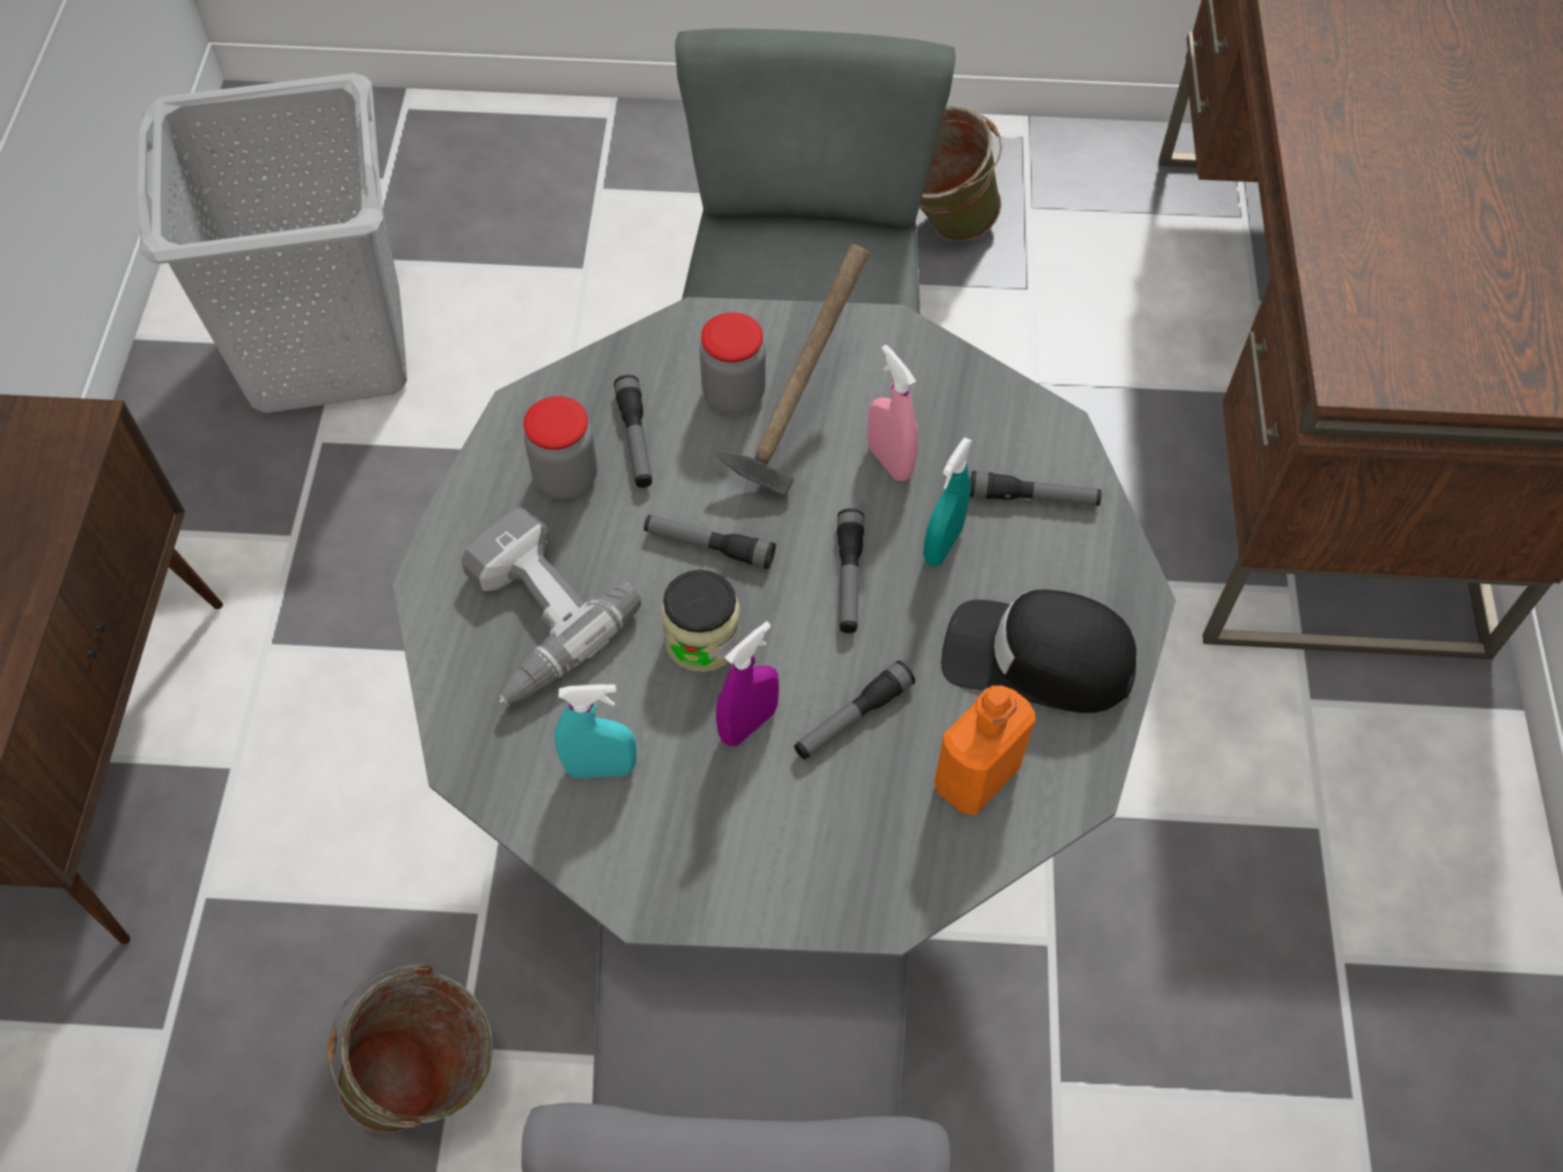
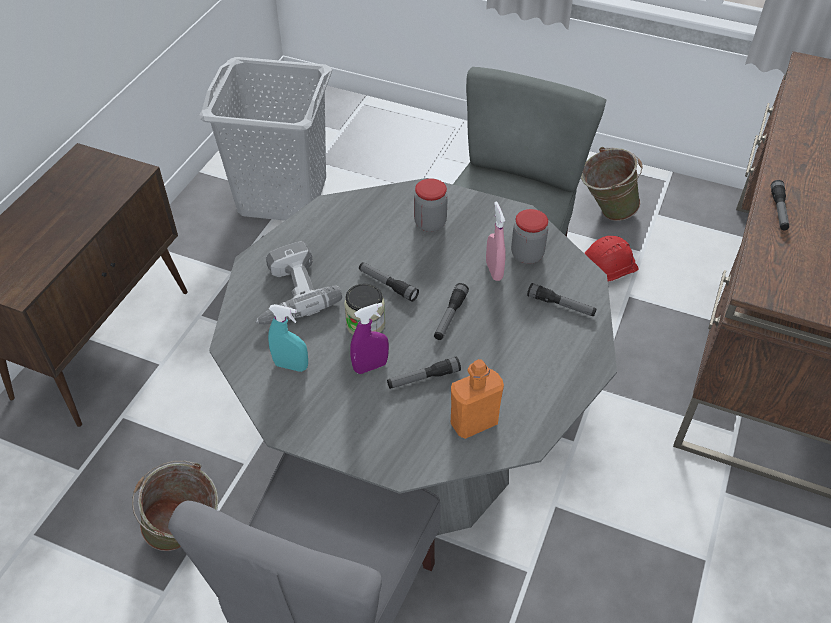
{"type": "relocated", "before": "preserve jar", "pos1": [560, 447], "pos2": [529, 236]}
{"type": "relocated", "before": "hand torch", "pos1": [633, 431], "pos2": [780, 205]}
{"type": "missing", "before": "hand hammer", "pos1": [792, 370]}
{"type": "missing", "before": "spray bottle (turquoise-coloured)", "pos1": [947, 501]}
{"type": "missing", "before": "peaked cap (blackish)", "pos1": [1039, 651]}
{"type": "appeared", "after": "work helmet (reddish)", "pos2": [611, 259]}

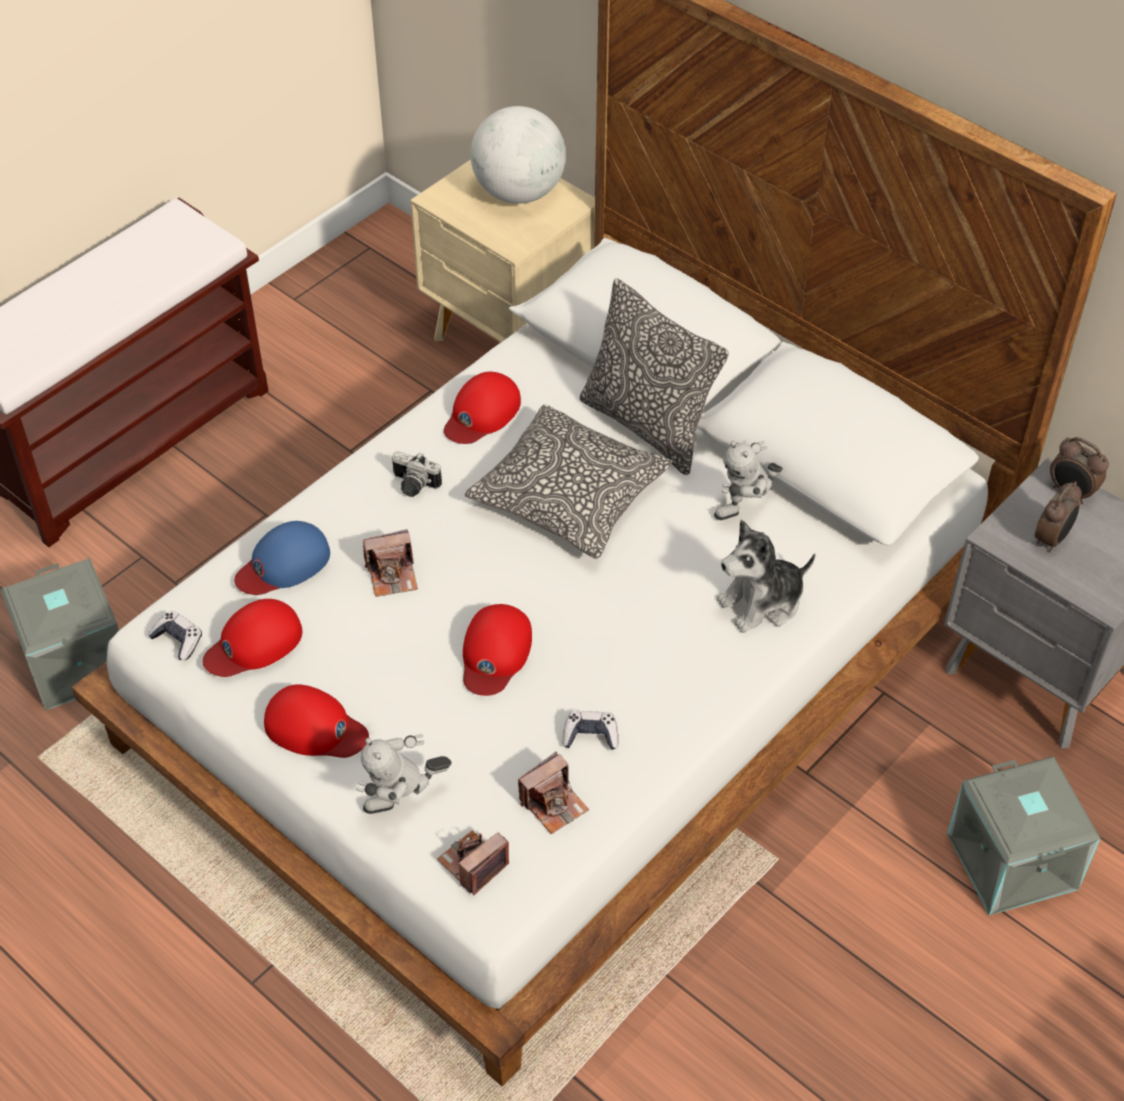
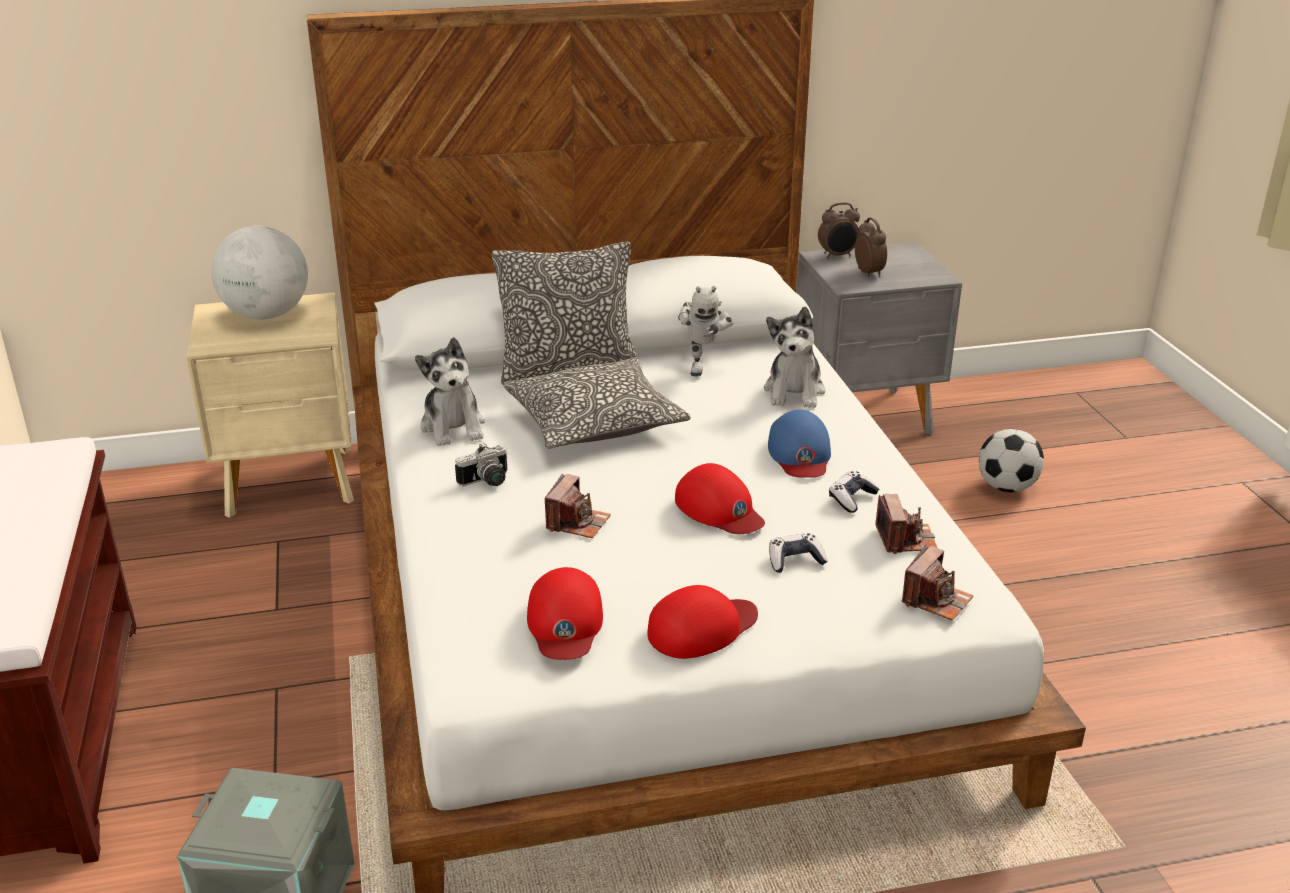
{"type": "relocated", "before": "joypad", "pos1": [175, 636], "pos2": [798, 553]}
{"type": "relocated", "before": "peaked cap (blue-coloured)", "pos1": [282, 558], "pos2": [799, 444]}
{"type": "missing", "before": "model robot", "pos1": [404, 774]}
{"type": "spun", "before": "photo camera", "pos1": [473, 863], "pos2": [937, 583], "turn": -135}
{"type": "exchanged", "before": "peaked cap (reddish)", "after": "soft toy", "pos1": [482, 408], "pos2": [450, 391]}
{"type": "exchanged", "before": "storage bin (greyish)", "after": "football", "pos1": [1024, 835], "pos2": [1011, 460]}

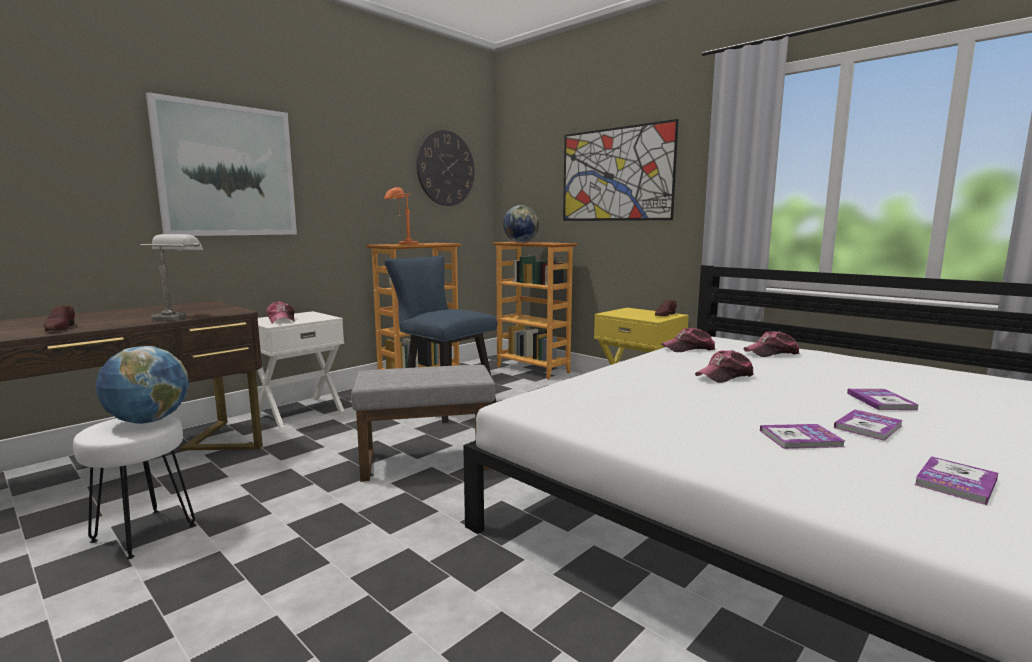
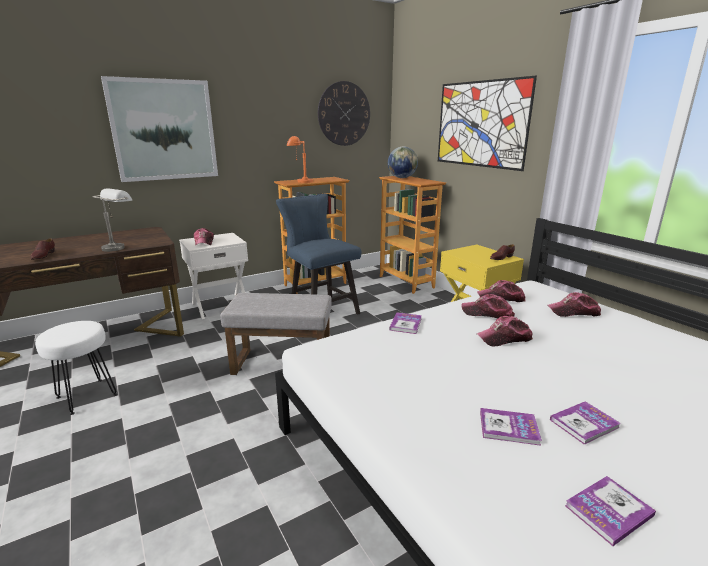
{"type": "missing", "before": "world globe", "pos1": [142, 385]}
{"type": "relocated", "before": "volume", "pos1": [883, 399], "pos2": [405, 323]}
{"type": "appeared", "after": "peaked cap", "pos2": [488, 306]}

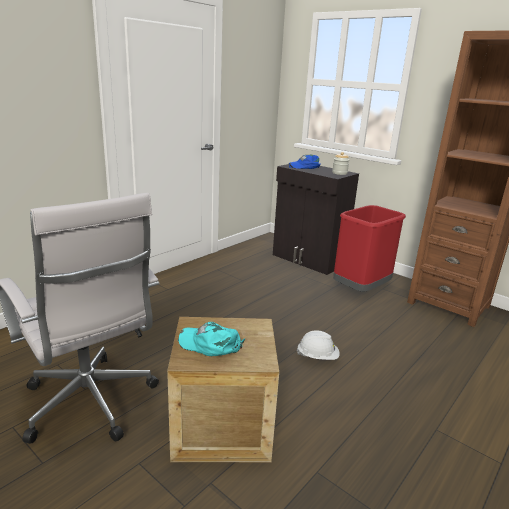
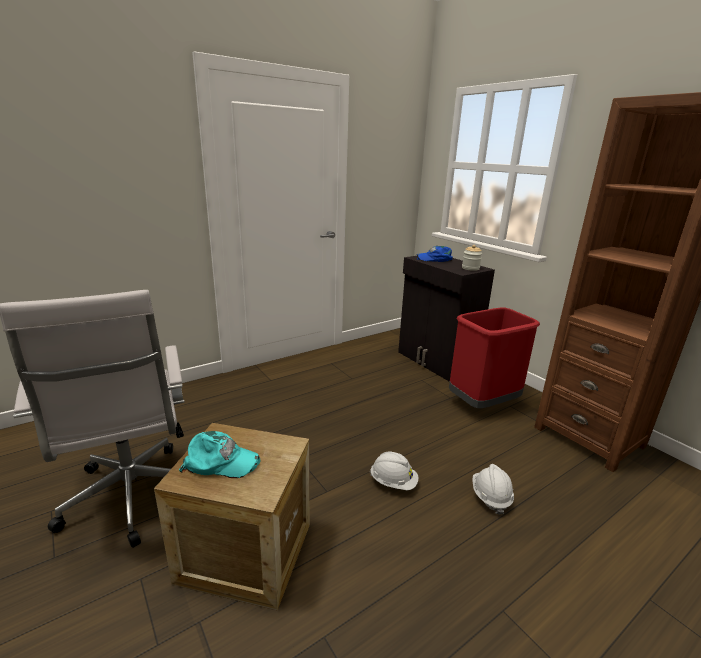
{"type": "spun", "before": "peaked cap (turquoise-coloured)", "pos1": [211, 339], "pos2": [220, 454], "turn": 150}
{"type": "appeared", "after": "work helmet (white)", "pos2": [493, 489]}

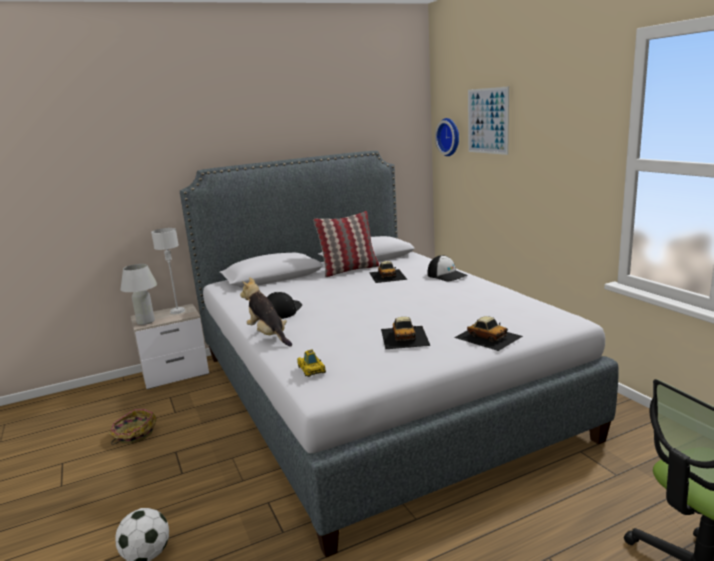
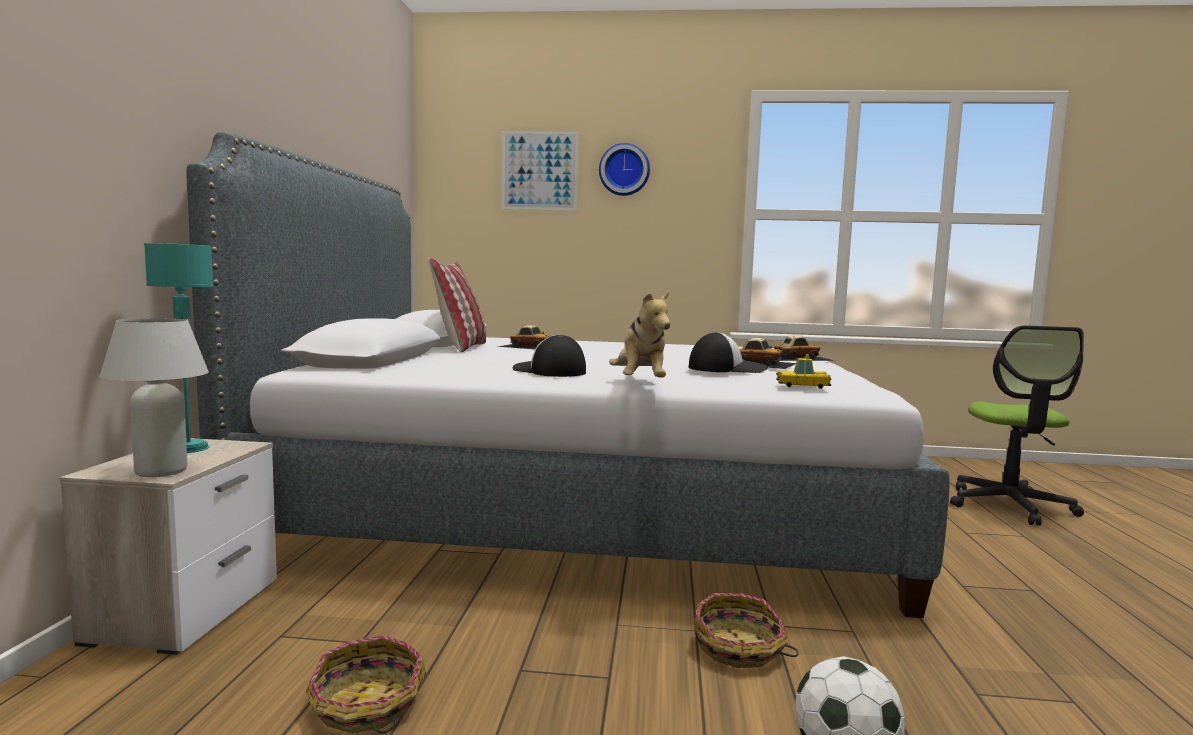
{"type": "colour", "before": "tabletop lamp (greyish)", "after": "tabletop lamp (turquoise-coloured)", "pos1": [168, 271], "pos2": [178, 348]}
{"type": "spun", "before": "soft toy", "pos1": [266, 312], "pos2": [639, 334], "turn": -90}
{"type": "relocated", "before": "peaked cap", "pos1": [448, 268], "pos2": [728, 352]}
{"type": "relocated", "before": "hanging clock", "pos1": [447, 137], "pos2": [624, 169]}
{"type": "appeared", "after": "basket", "pos2": [746, 630]}

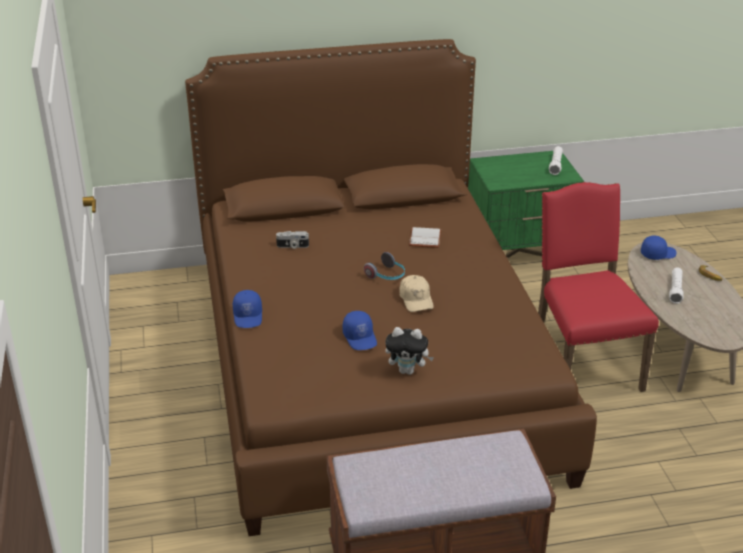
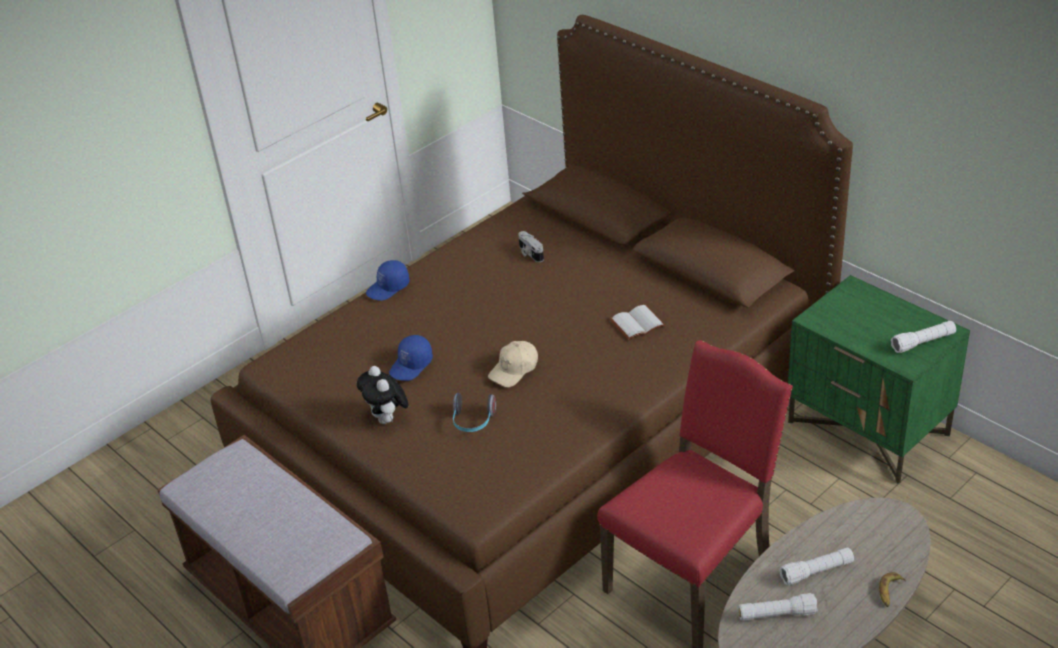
{"type": "relocated", "before": "headset", "pos1": [384, 266], "pos2": [474, 412]}
{"type": "missing", "before": "peaked cap (blue-coloured)", "pos1": [659, 248]}
{"type": "appeared", "after": "hand torch (white)", "pos2": [778, 607]}

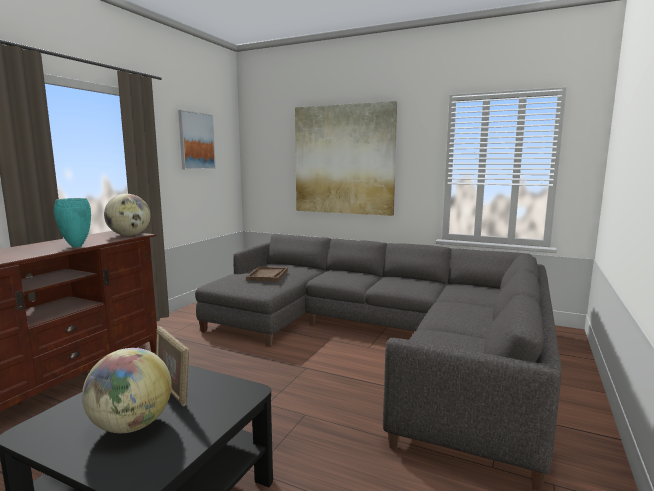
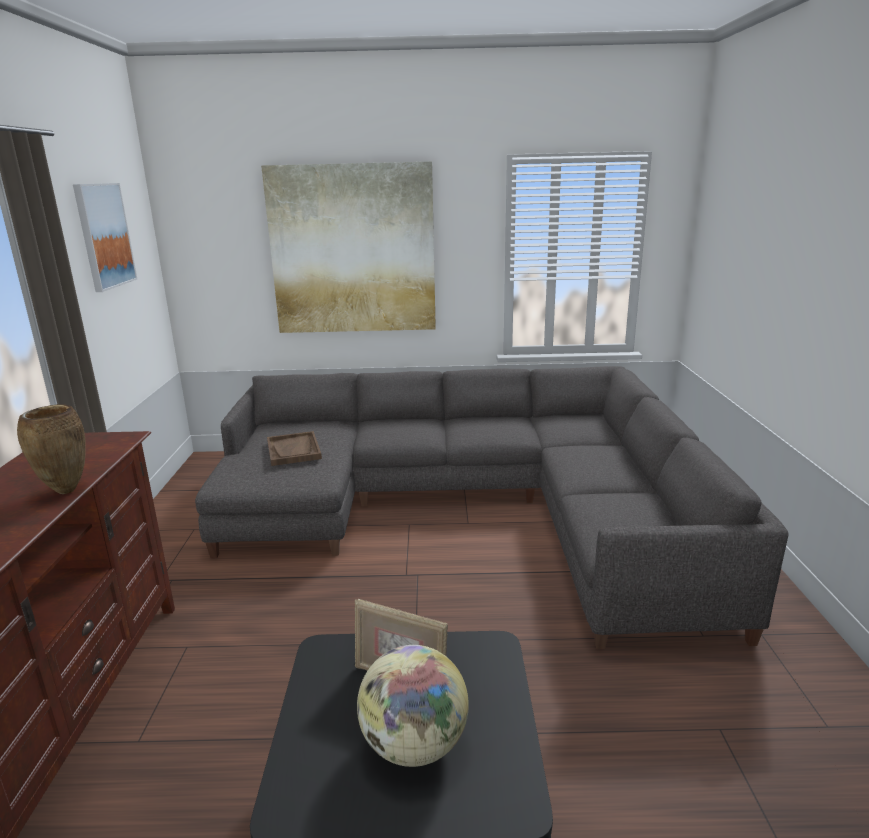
{"type": "colour", "before": "flower vase (turquoise-coloured)", "after": "flower vase (brownish)", "pos1": [72, 222], "pos2": [51, 449]}
{"type": "missing", "before": "world globe", "pos1": [127, 215]}

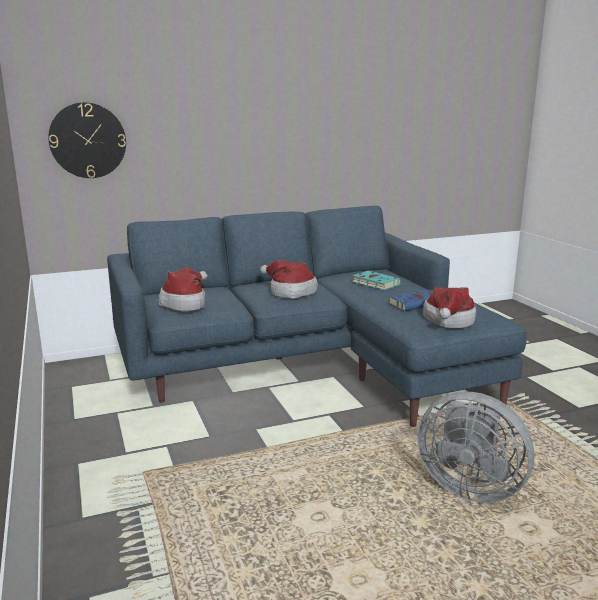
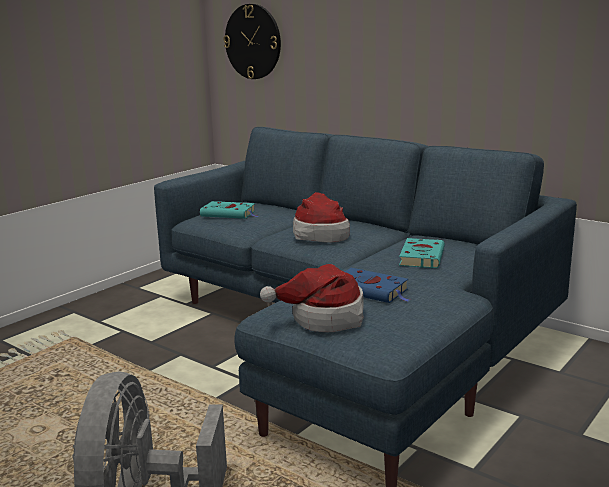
{"type": "exchanged", "before": "wearable hat", "after": "volume (turquoise-coloured)", "pos1": [183, 289], "pos2": [229, 210]}

